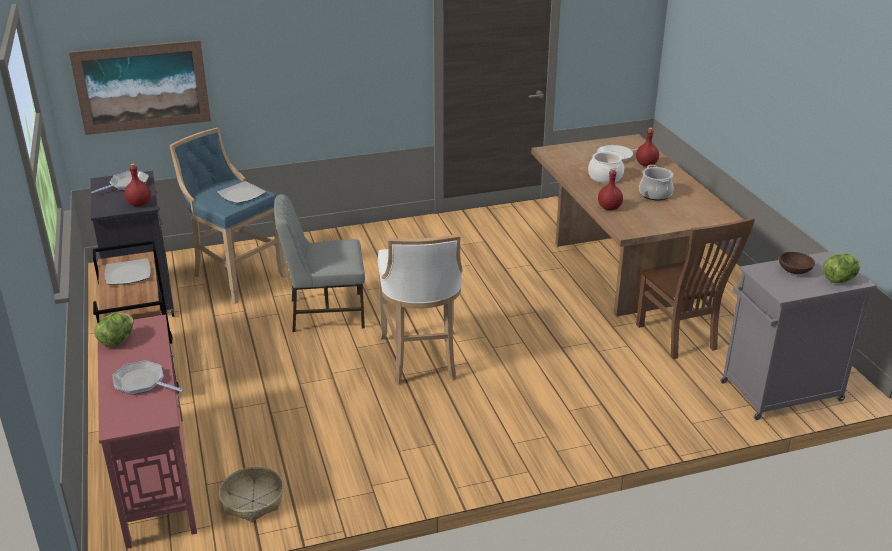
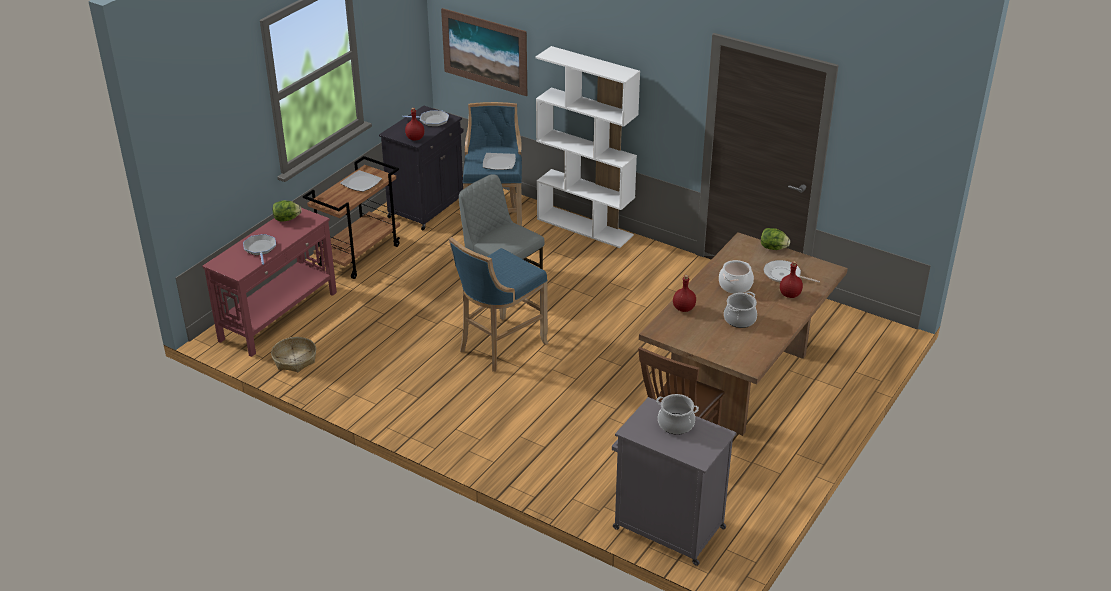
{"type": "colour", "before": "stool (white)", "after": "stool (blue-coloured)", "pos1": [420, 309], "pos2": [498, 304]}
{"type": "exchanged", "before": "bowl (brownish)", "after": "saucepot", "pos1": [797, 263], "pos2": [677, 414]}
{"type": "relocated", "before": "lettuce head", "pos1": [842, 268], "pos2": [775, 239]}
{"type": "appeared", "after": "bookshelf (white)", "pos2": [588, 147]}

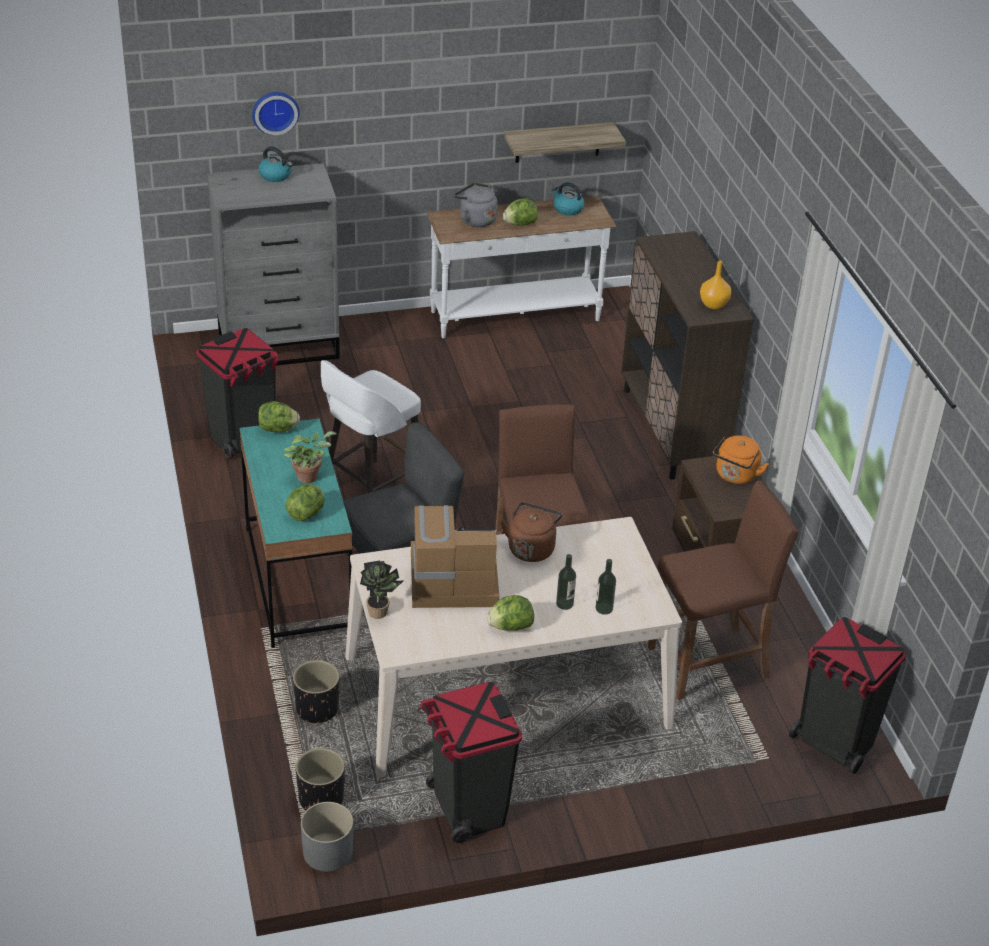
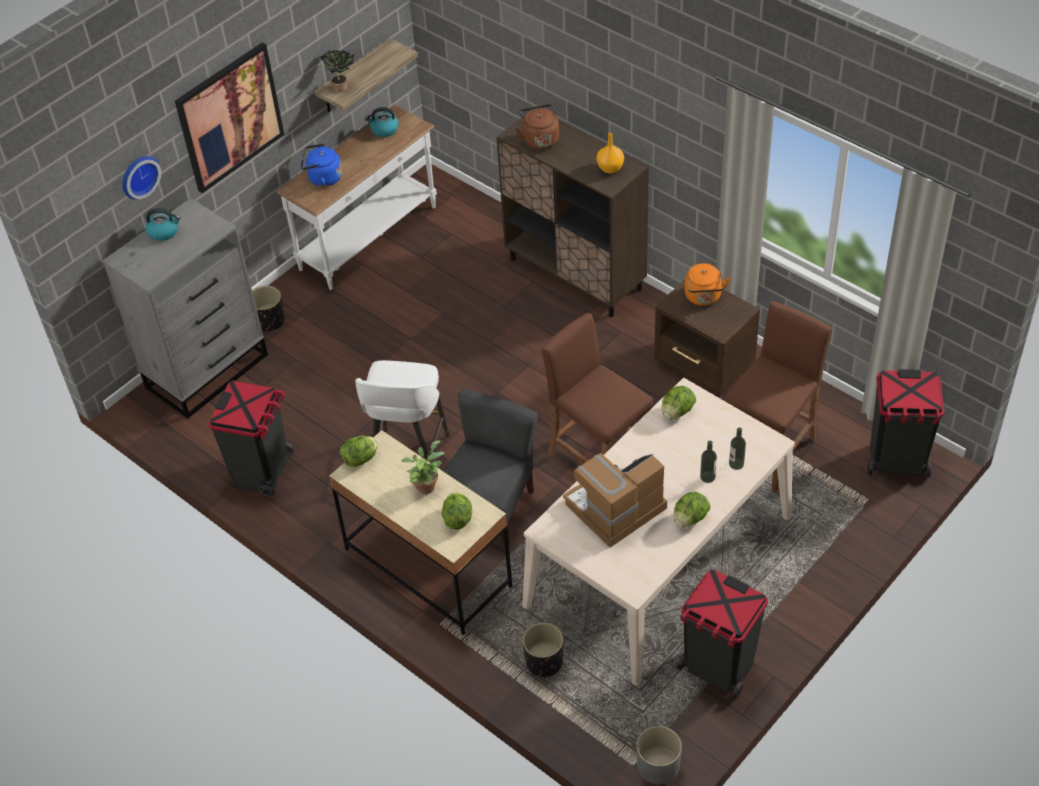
{"type": "colour", "before": "desk unit (turquoise-coloured)", "after": "desk unit (sand-coloured)", "pos1": [295, 533], "pos2": [420, 532]}
{"type": "relocated", "before": "planter (blackish)", "pos1": [320, 779], "pos2": [268, 309]}
{"type": "relocated", "before": "plant in a pot", "pos1": [381, 589], "pos2": [337, 71]}
{"type": "colour", "before": "tea kettle (greyish)", "after": "tea kettle (blue-coloured)", "pos1": [476, 204], "pos2": [321, 165]}
{"type": "relocated", "before": "tea kettle (brownish)", "pos1": [531, 532], "pos2": [537, 127]}
{"type": "relocated", "before": "lettuce head", "pos1": [520, 212], "pos2": [679, 403]}
{"type": "appeared", "after": "wall picture", "pos2": [229, 117]}

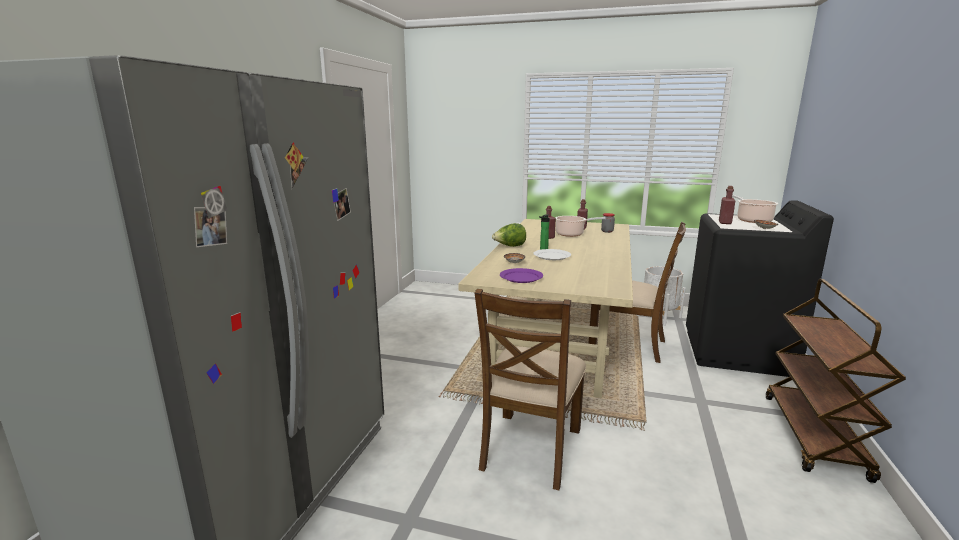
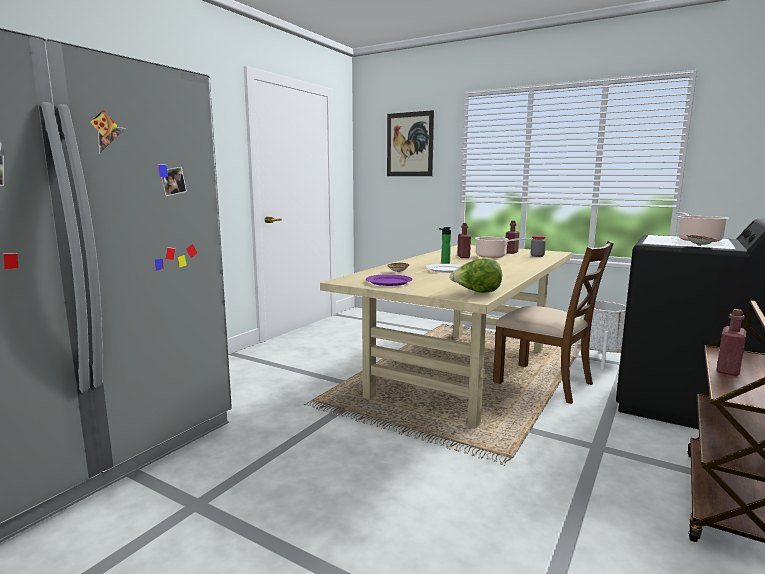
{"type": "missing", "before": "upright chair (brownish)", "pos1": [530, 389]}
{"type": "relocated", "before": "lettuce head", "pos1": [509, 235], "pos2": [476, 275]}
{"type": "relocated", "before": "beverage bottle (reddish)", "pos1": [727, 205], "pos2": [731, 342]}
{"type": "appeared", "after": "wall picture", "pos2": [410, 143]}

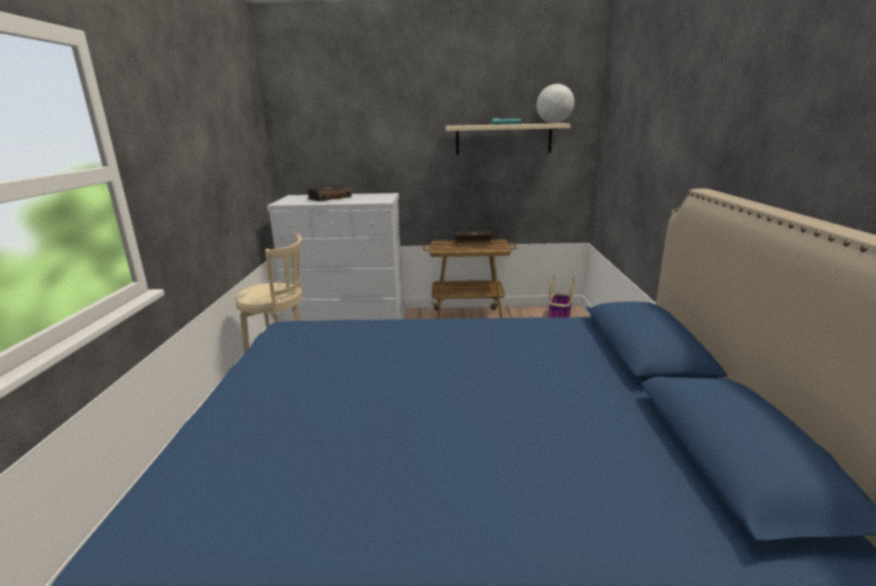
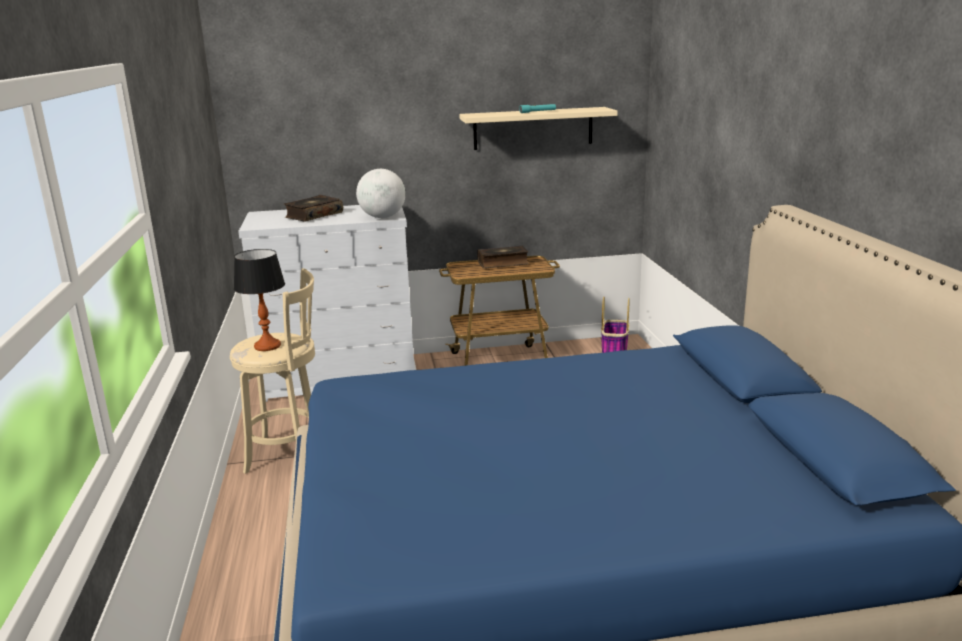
{"type": "relocated", "before": "world globe", "pos1": [555, 103], "pos2": [381, 193]}
{"type": "appeared", "after": "tabletop lamp", "pos2": [259, 300]}

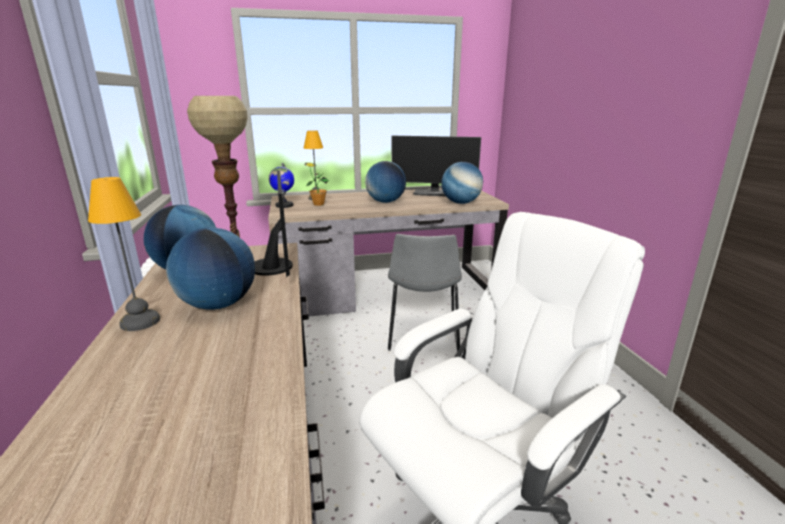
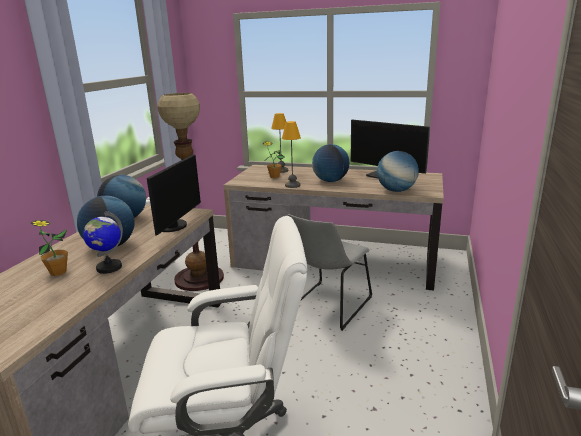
{"type": "relocated", "before": "tabletop lamp", "pos1": [124, 254], "pos2": [291, 154]}
{"type": "relocated", "before": "world globe", "pos1": [281, 185], "pos2": [103, 242]}
{"type": "appeared", "after": "plant in a pot", "pos2": [49, 248]}

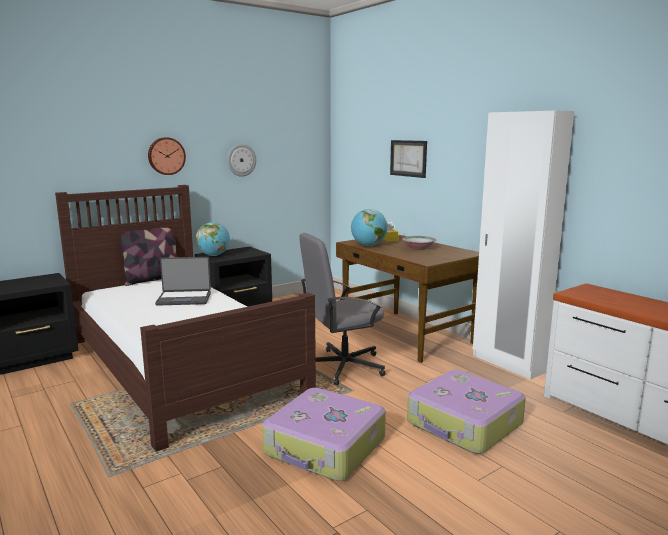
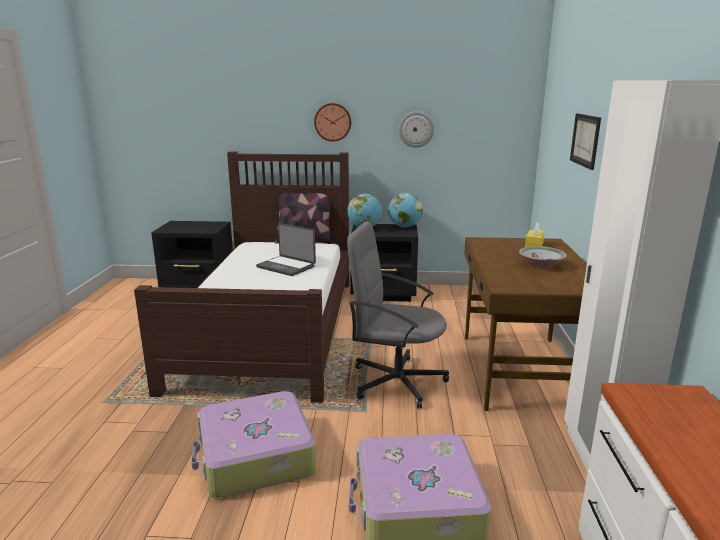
{"type": "relocated", "before": "world globe", "pos1": [369, 227], "pos2": [405, 210]}

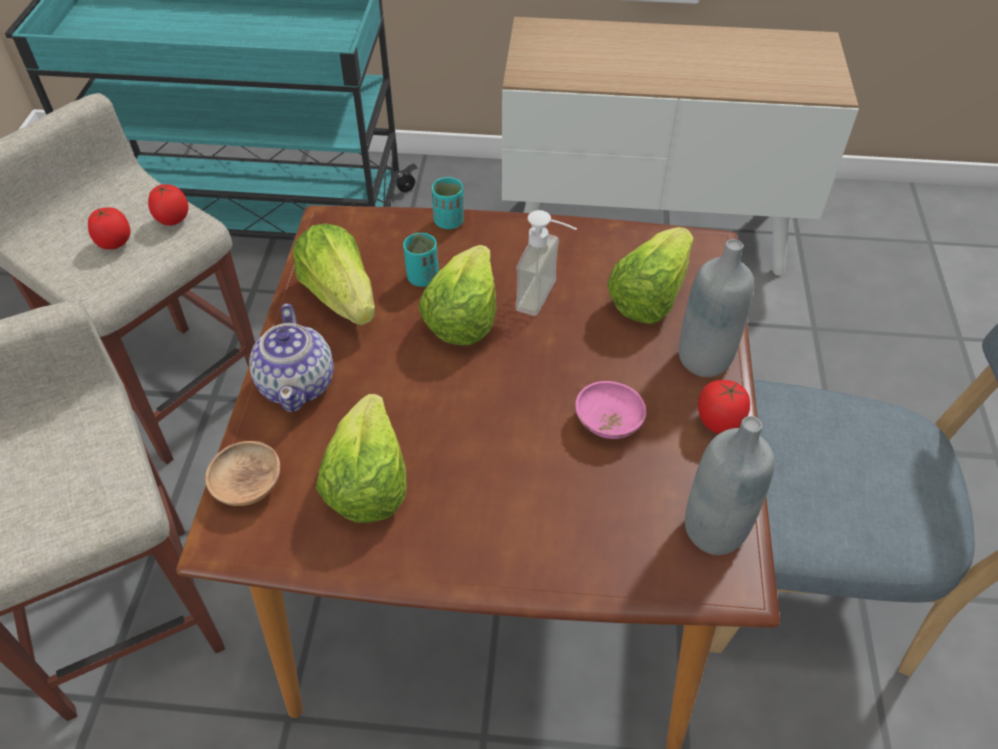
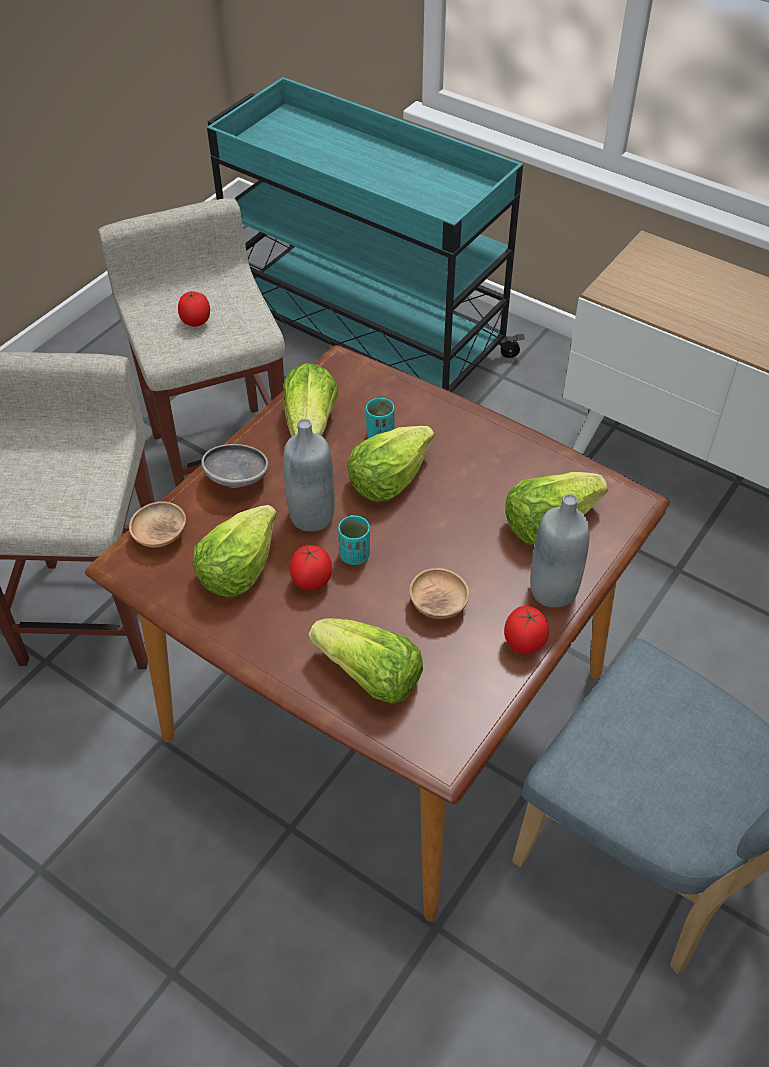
{"type": "relocated", "before": "whole tomato", "pos1": [168, 205], "pos2": [311, 567]}
{"type": "exchanged", "before": "tea pot", "after": "bowl (greyish)", "pos1": [291, 357], "pos2": [235, 466]}
{"type": "relocated", "before": "drinking cup (turquoise-coloured)", "pos1": [448, 203], "pos2": [354, 540]}
{"type": "missing", "before": "soap dispenser", "pos1": [546, 263]}
{"type": "colour", "before": "bowl (pink-coloured)", "after": "bowl (brownish)", "pos1": [610, 410], "pos2": [439, 593]}
{"type": "relocated", "before": "beverage bottle (greyish)", "pos1": [730, 485], "pos2": [309, 475]}
{"type": "appeared", "after": "lettuce head", "pos2": [365, 661]}

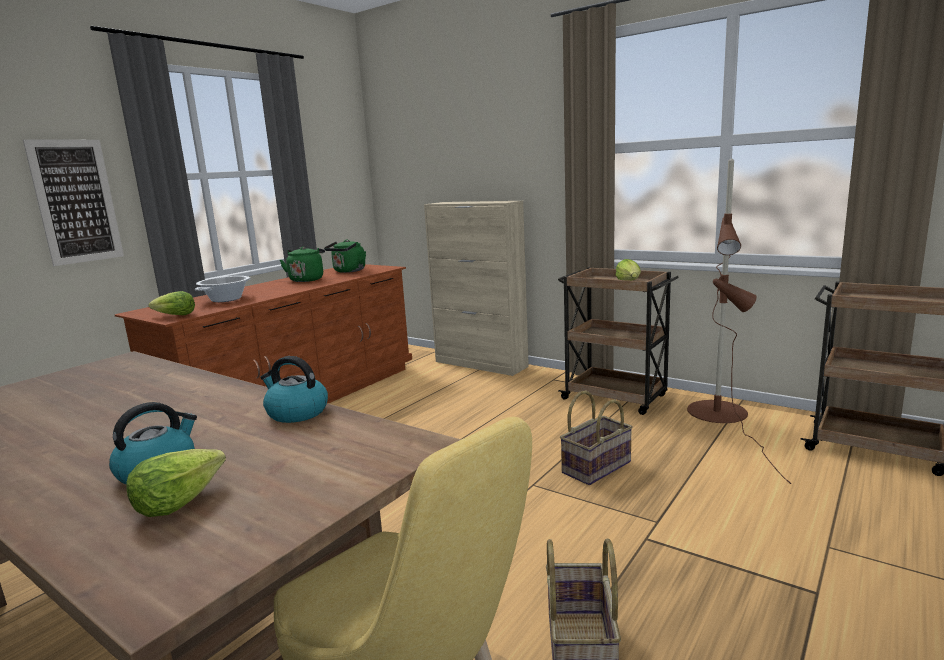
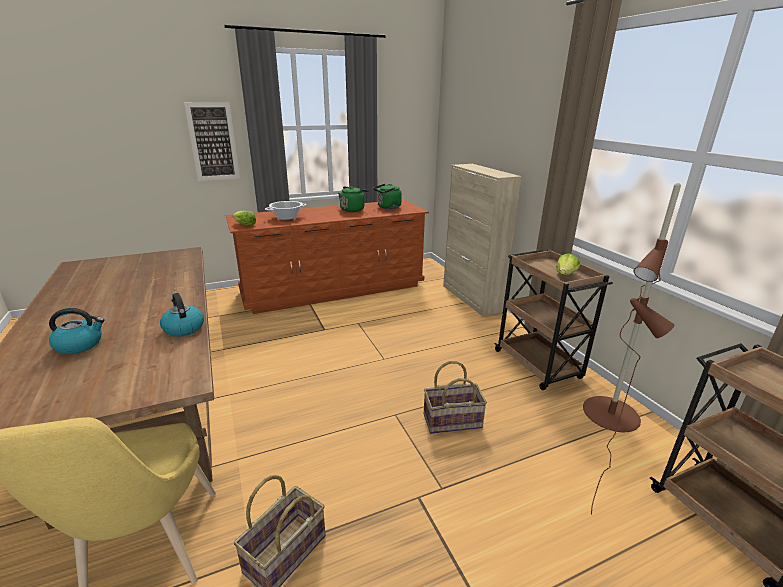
{"type": "missing", "before": "lettuce head", "pos1": [176, 483]}

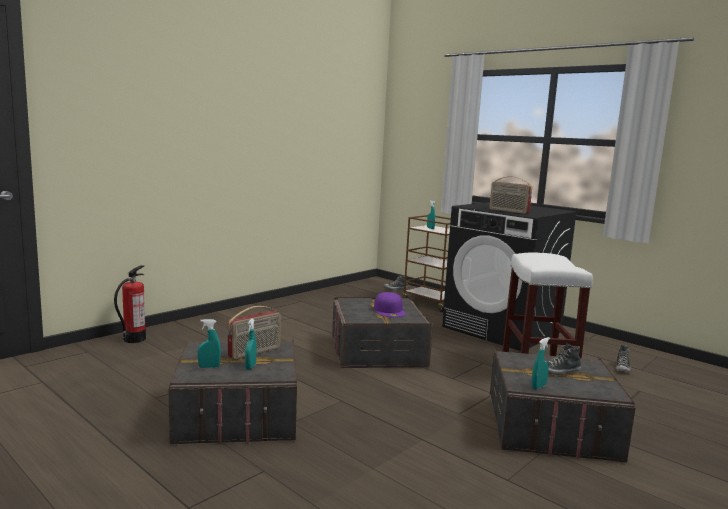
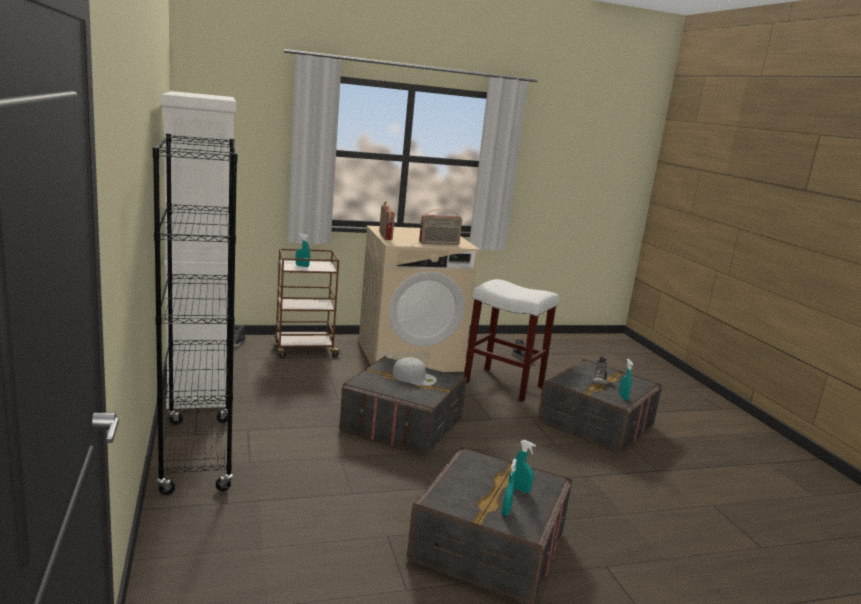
{"type": "missing", "before": "fire extinguisher", "pos1": [130, 304]}
{"type": "relocated", "before": "radio receiver", "pos1": [254, 333], "pos2": [387, 220]}
{"type": "colour", "before": "peaked cap (purple-coloured)", "after": "peaked cap (white)", "pos1": [390, 304], "pos2": [414, 371]}
{"type": "colour", "before": "washing machine (blackish)", "after": "washing machine (sand-coloured)", "pos1": [510, 276], "pos2": [419, 299]}
{"type": "appeared", "after": "bookshelf (blackish)", "pos2": [195, 314]}
{"type": "appeared", "after": "storage cabinet (white)", "pos2": [198, 250]}

